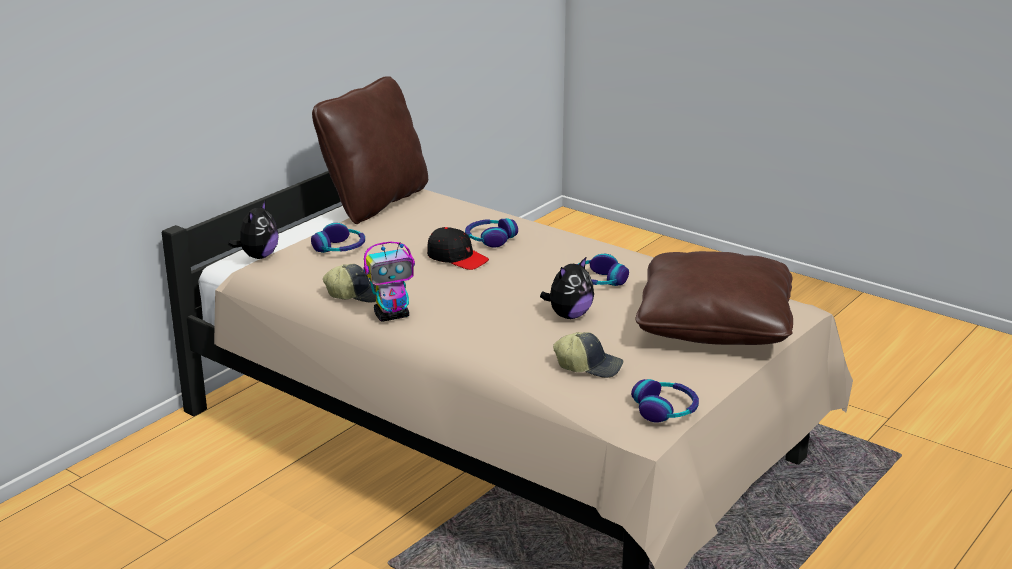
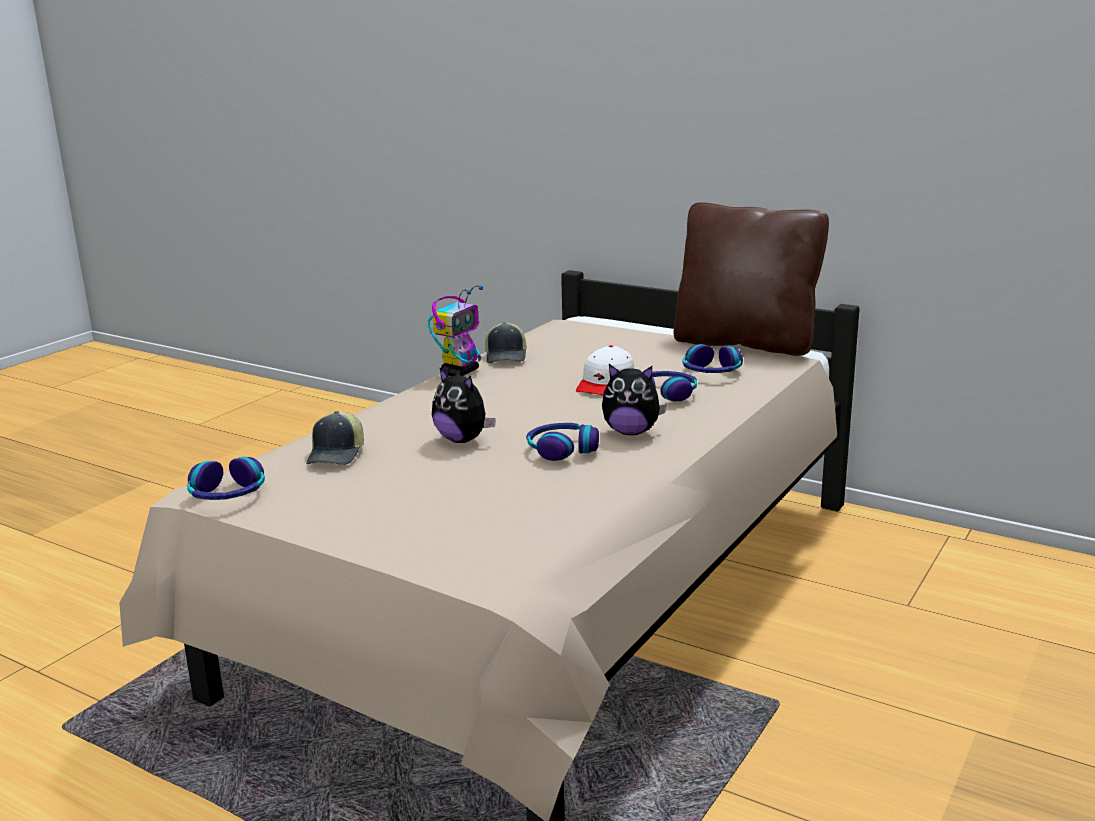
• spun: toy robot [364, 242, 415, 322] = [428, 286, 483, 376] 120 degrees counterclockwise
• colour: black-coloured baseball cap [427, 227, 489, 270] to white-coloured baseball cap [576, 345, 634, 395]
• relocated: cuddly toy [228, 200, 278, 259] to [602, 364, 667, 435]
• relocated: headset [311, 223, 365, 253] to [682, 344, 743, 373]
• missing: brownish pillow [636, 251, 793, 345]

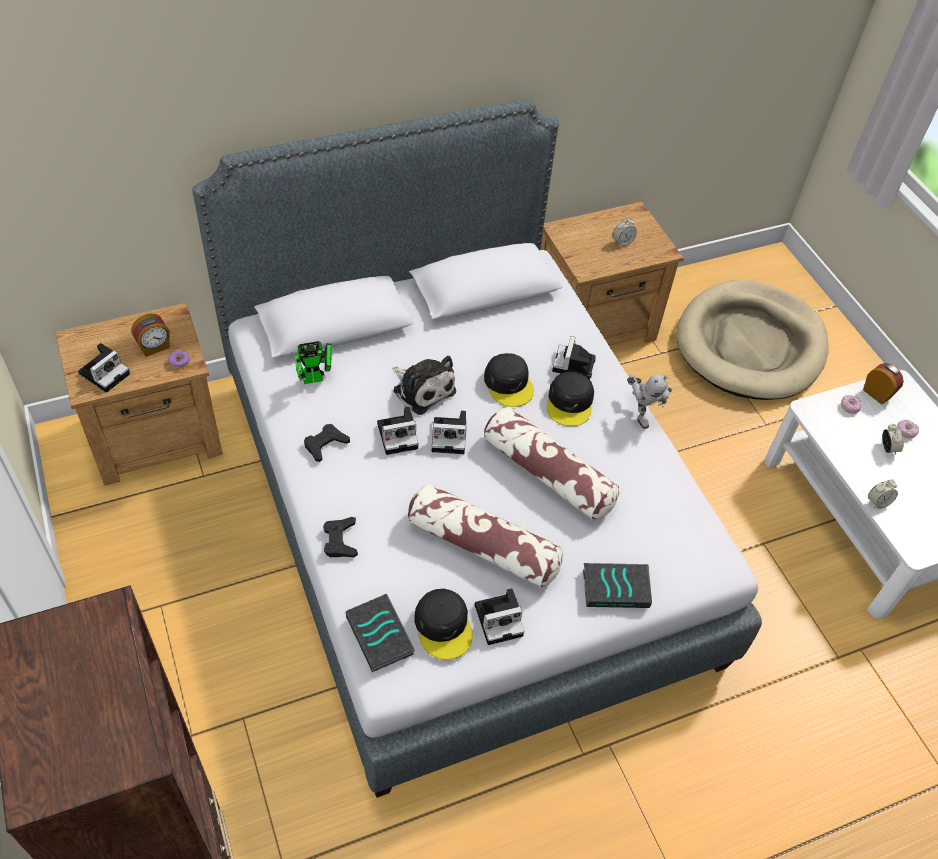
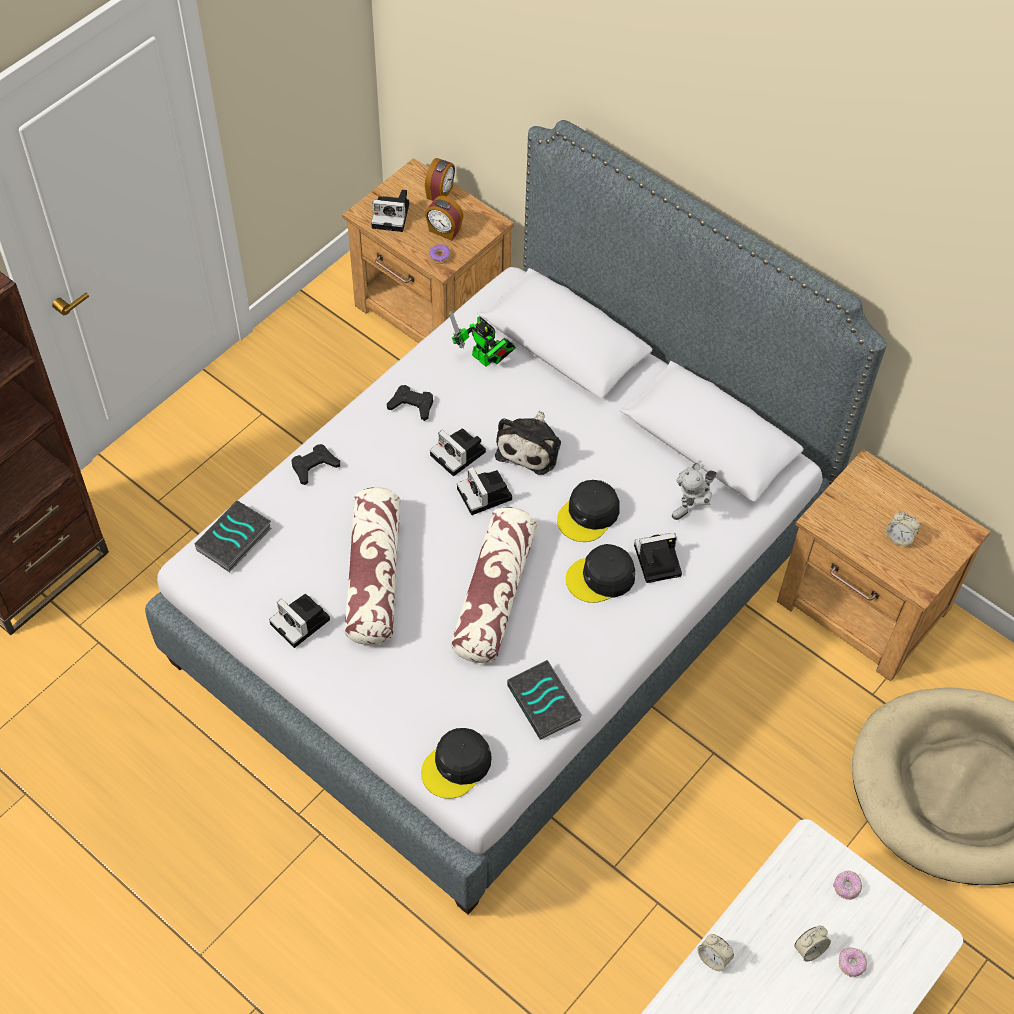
• relocated: black-coloured baseball cap [414, 589, 473, 660] to [421, 728, 492, 799]
• relocated: alarm clock [863, 363, 904, 405] to [425, 158, 455, 201]
• relocated: volume [583, 563, 652, 608] to [507, 660, 582, 740]
• relocated: toy robot [627, 374, 672, 429] to [672, 460, 717, 520]

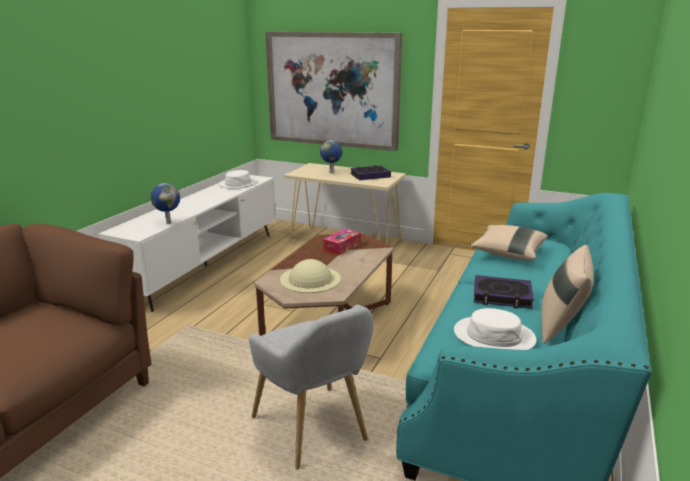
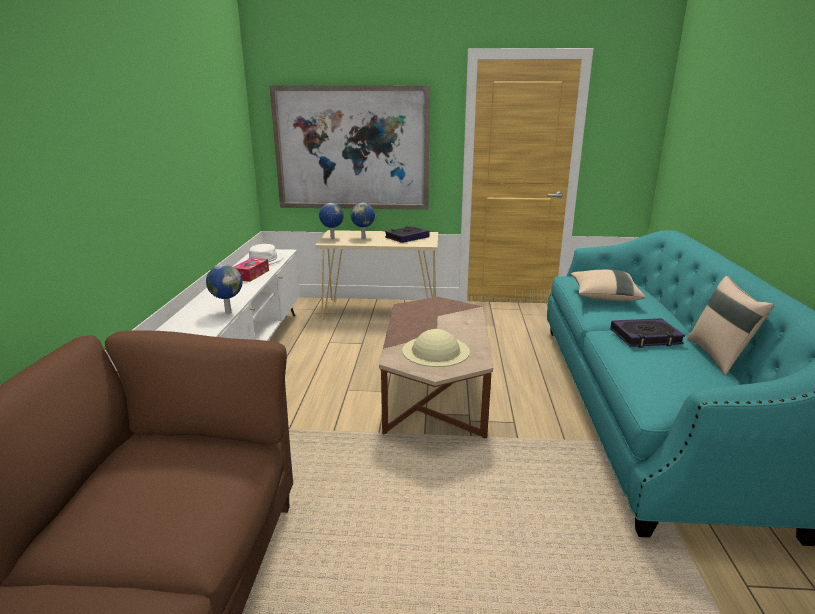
• relocated: box of tissues [323, 229, 361, 256] to [234, 258, 269, 282]
• appeared: desk globe [319, 203, 344, 239]
• missing: grey armchair [249, 305, 374, 470]
• missing: white-coloured clothing hat [454, 308, 537, 350]

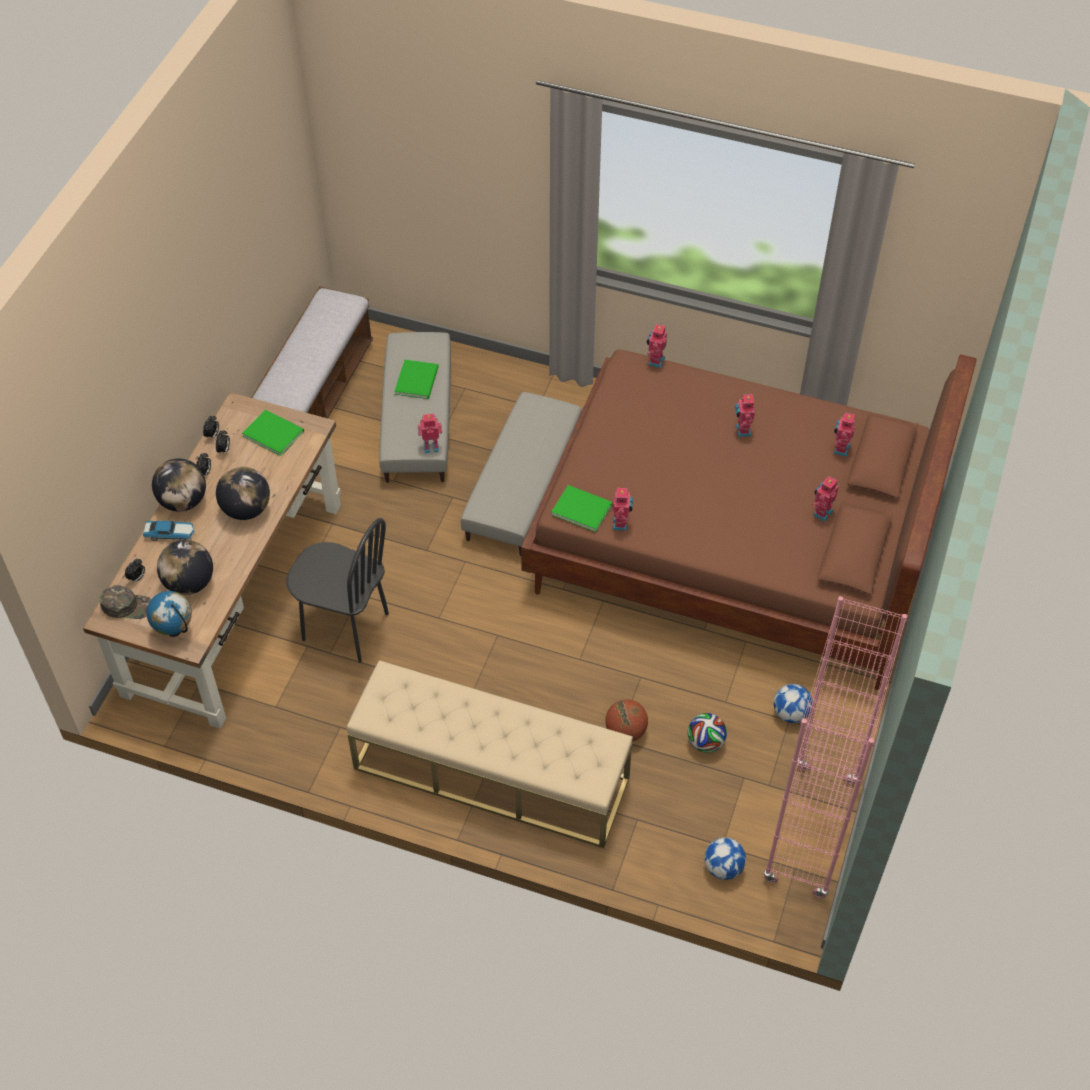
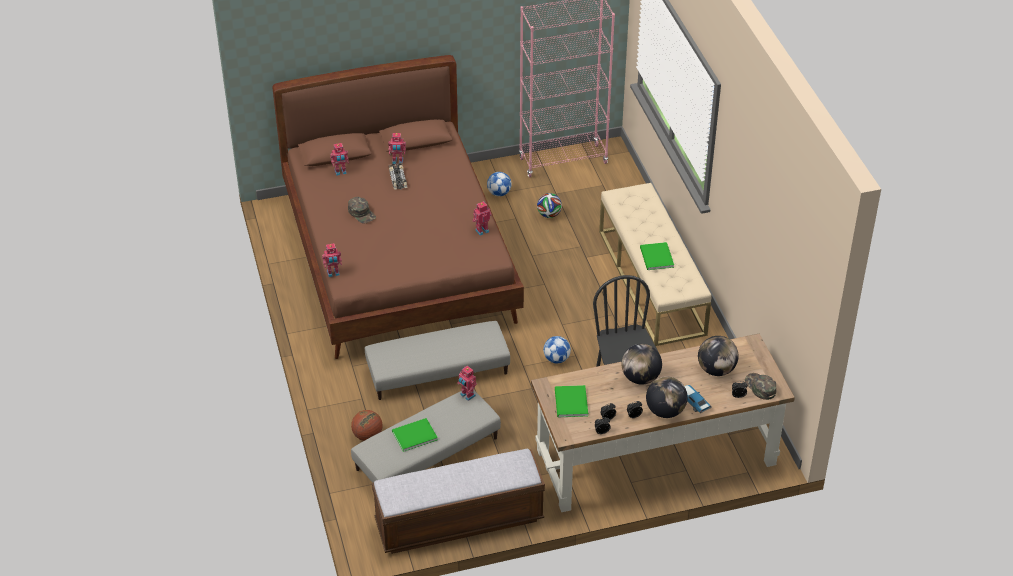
• exchanged: toy robot [735, 392, 755, 437] to green baseball cap [348, 197, 376, 224]
• relocated: basketball ball [605, 699, 648, 742] to [351, 410, 383, 441]
• appeared: toy car [389, 163, 407, 190]
• relocated: football ball [704, 838, 746, 880] to [543, 336, 571, 363]
• relocated: green volume [551, 485, 613, 532] to [640, 242, 674, 270]
• missing: desk globe [147, 591, 192, 637]

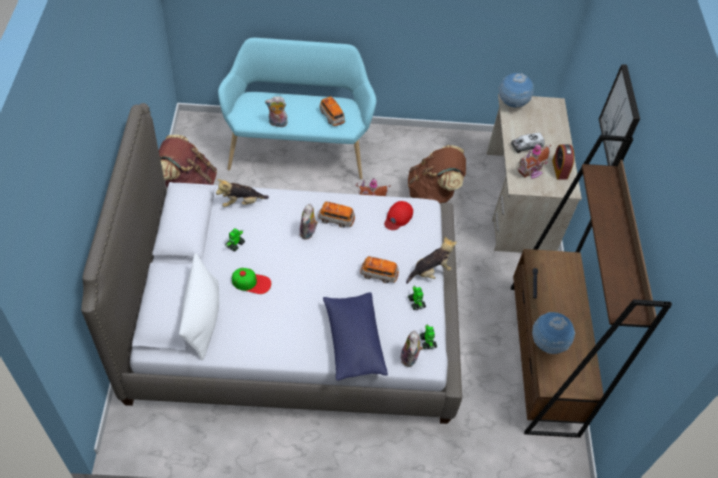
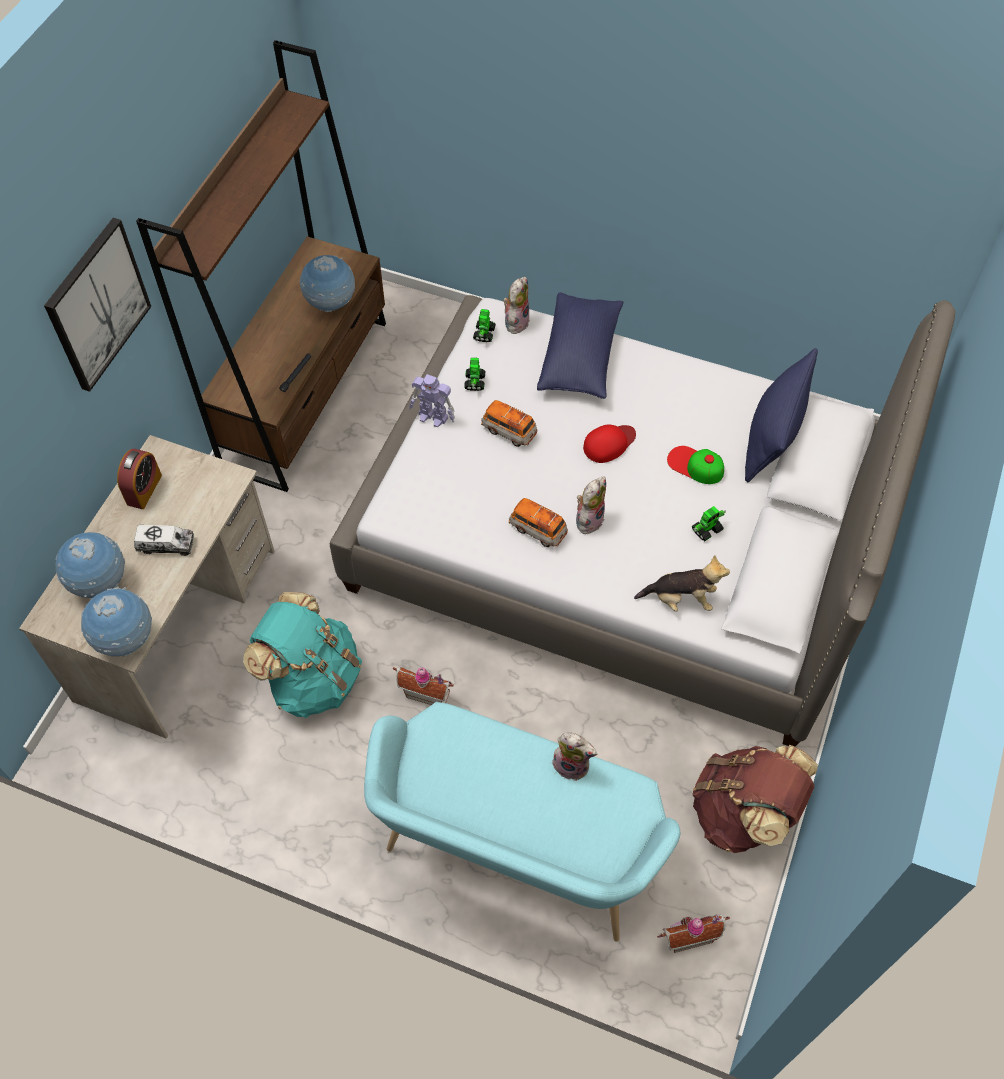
• appeared: desk globe [56, 532, 125, 598]
• colour: brownish rucksack [408, 145, 466, 203] to turquoise-coloured rucksack [243, 592, 362, 718]
• exchanged: cuddly toy [406, 236, 457, 284] to toy robot [409, 374, 455, 428]
• relocated: reddish baseball cap [384, 201, 413, 230] to [583, 425, 636, 463]
• relocated: model house [518, 144, 551, 179] to [657, 914, 730, 953]
• colour: white-coloured pillow [179, 253, 219, 360] to blue-coloured pillow [745, 348, 818, 483]
• missing: toy car [320, 96, 345, 126]

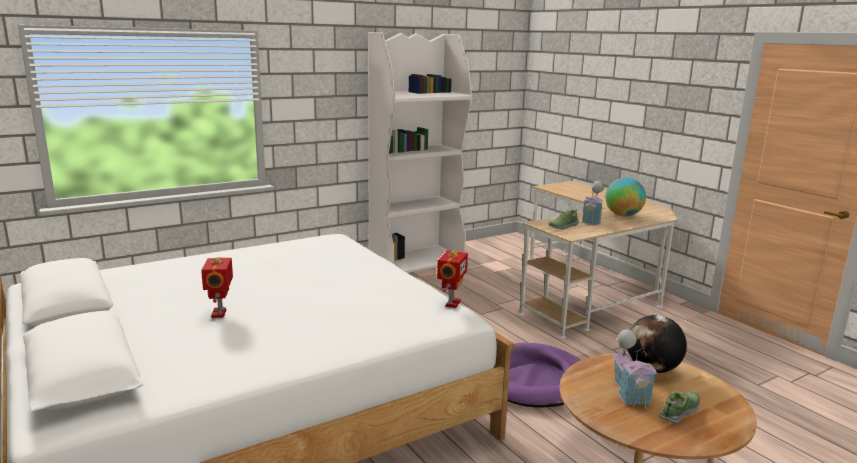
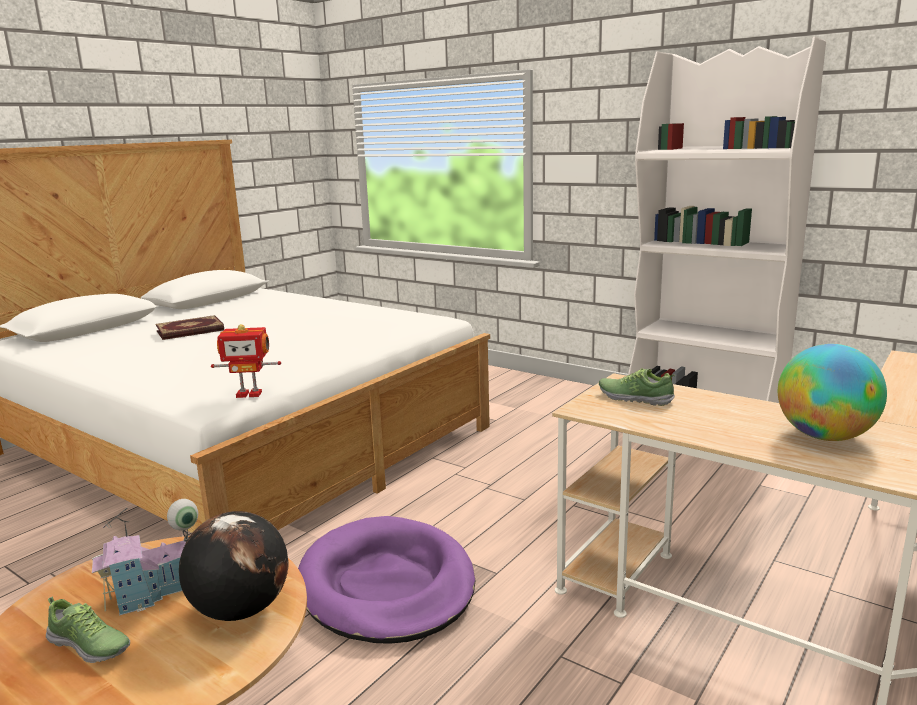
• exchanged: toy robot [201, 257, 233, 318] to volume [156, 315, 224, 340]
• missing: model house [582, 181, 604, 225]

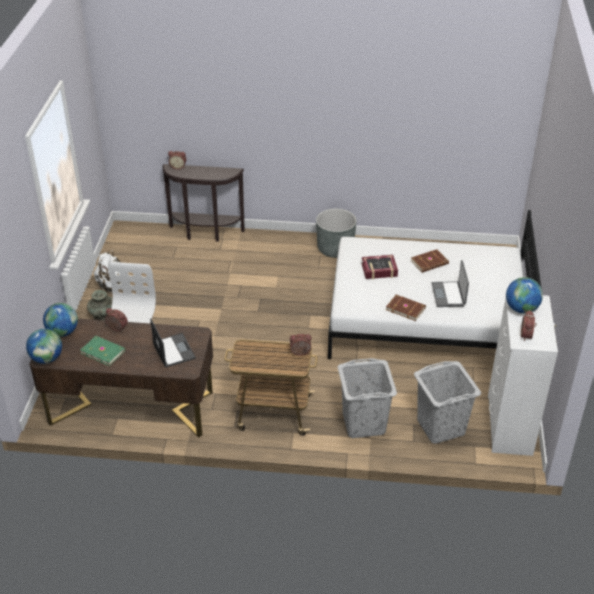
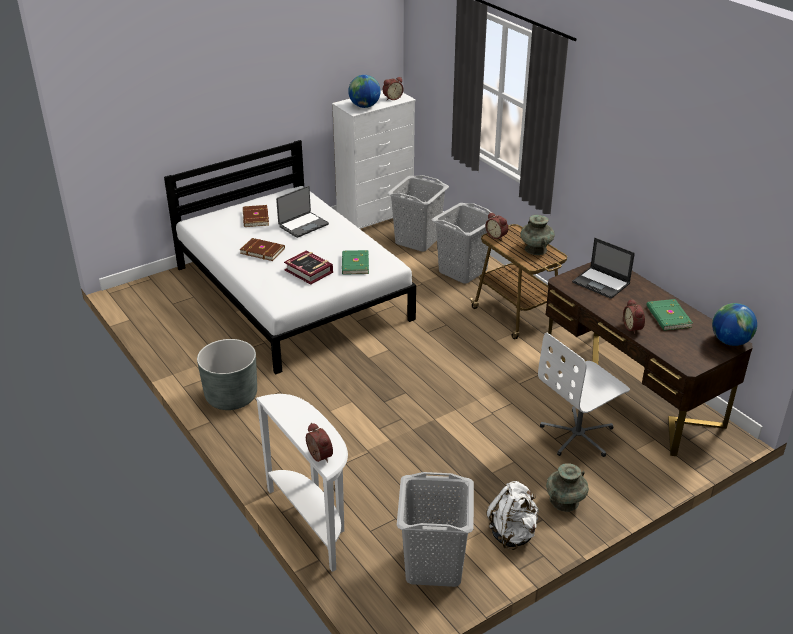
• relocated: brownish volume [386, 294, 426, 321] to [243, 205, 269, 227]
• colour: brownish hall table [162, 164, 245, 242] to white-coloured hall table [256, 394, 348, 572]
• appeared: green volume [342, 250, 369, 275]
• appeared: grey laundry basket [397, 472, 474, 587]
• appeared: turquoise-coloured decorative vase [521, 215, 555, 255]
• spun: laptop [150, 318, 196, 368] = [572, 238, 635, 299] 75 degrees counterclockwise
• missing: desk globe [43, 303, 78, 337]

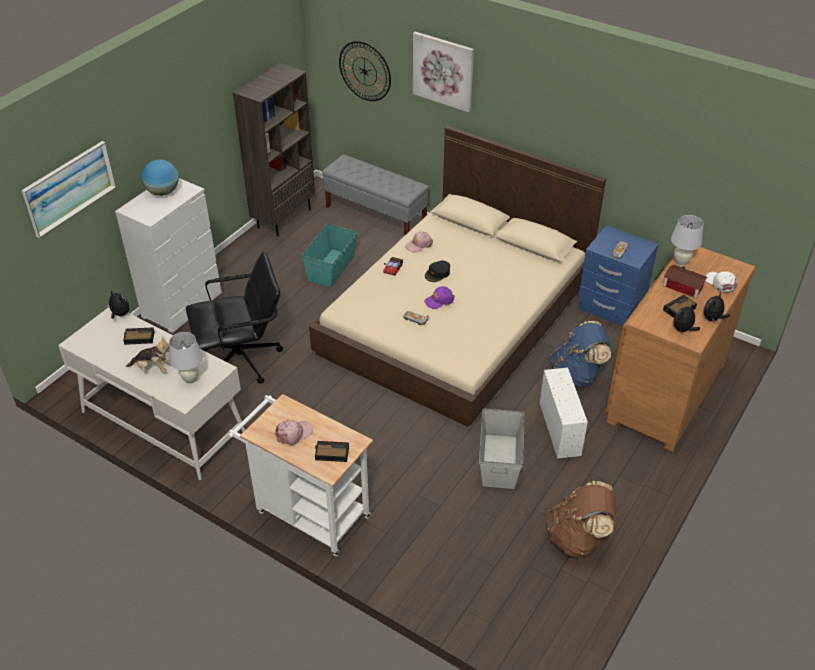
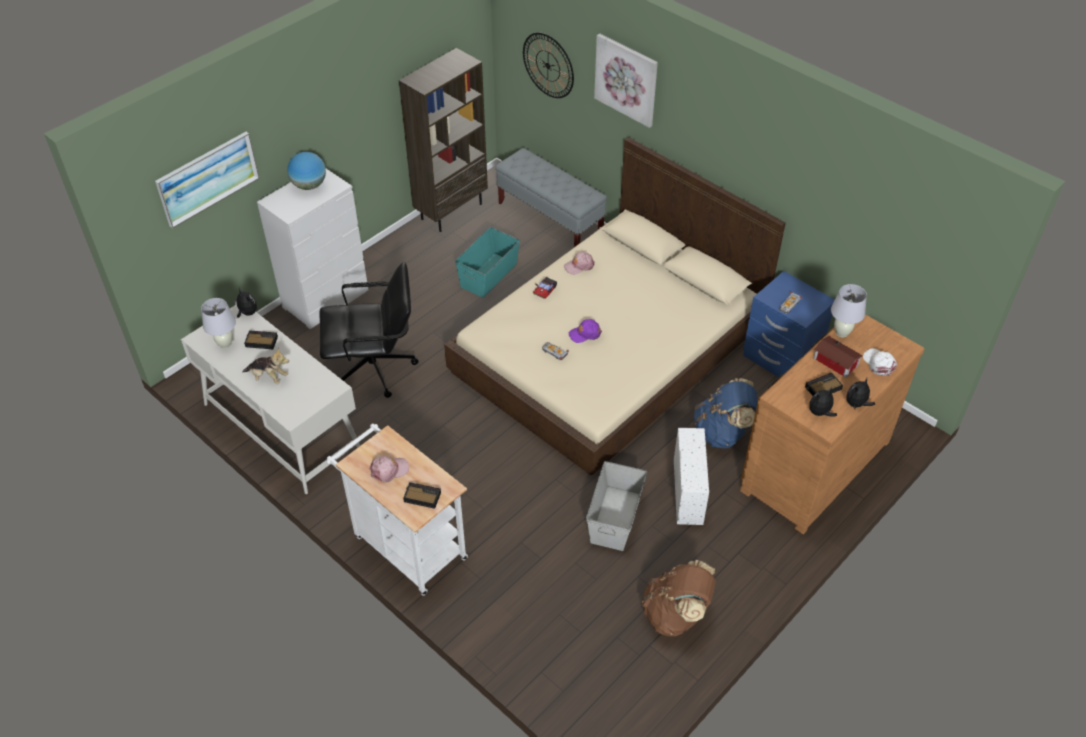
• relocated: white-coloured table lamp [169, 332, 203, 384] to [201, 298, 236, 348]
• missing: black-coloured baseball cap [425, 260, 450, 282]

